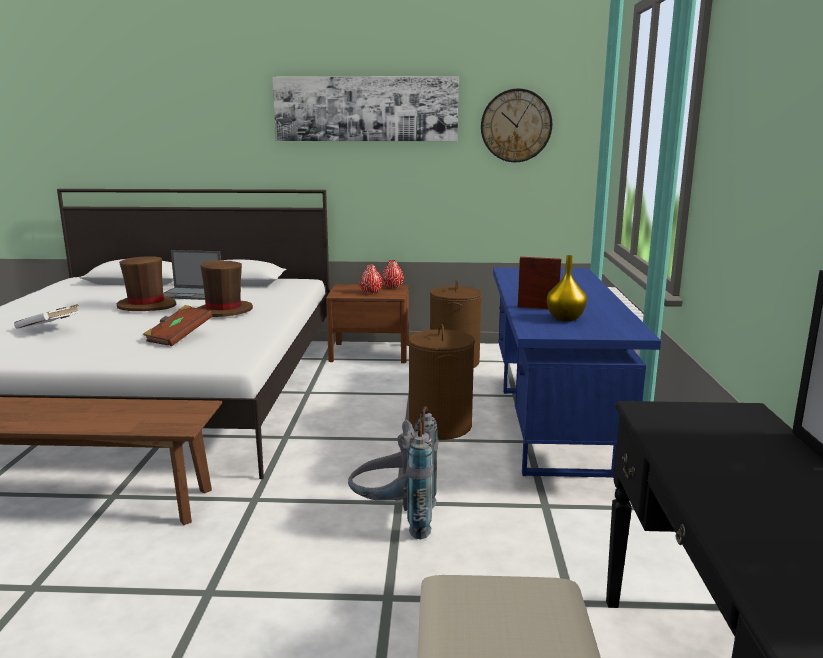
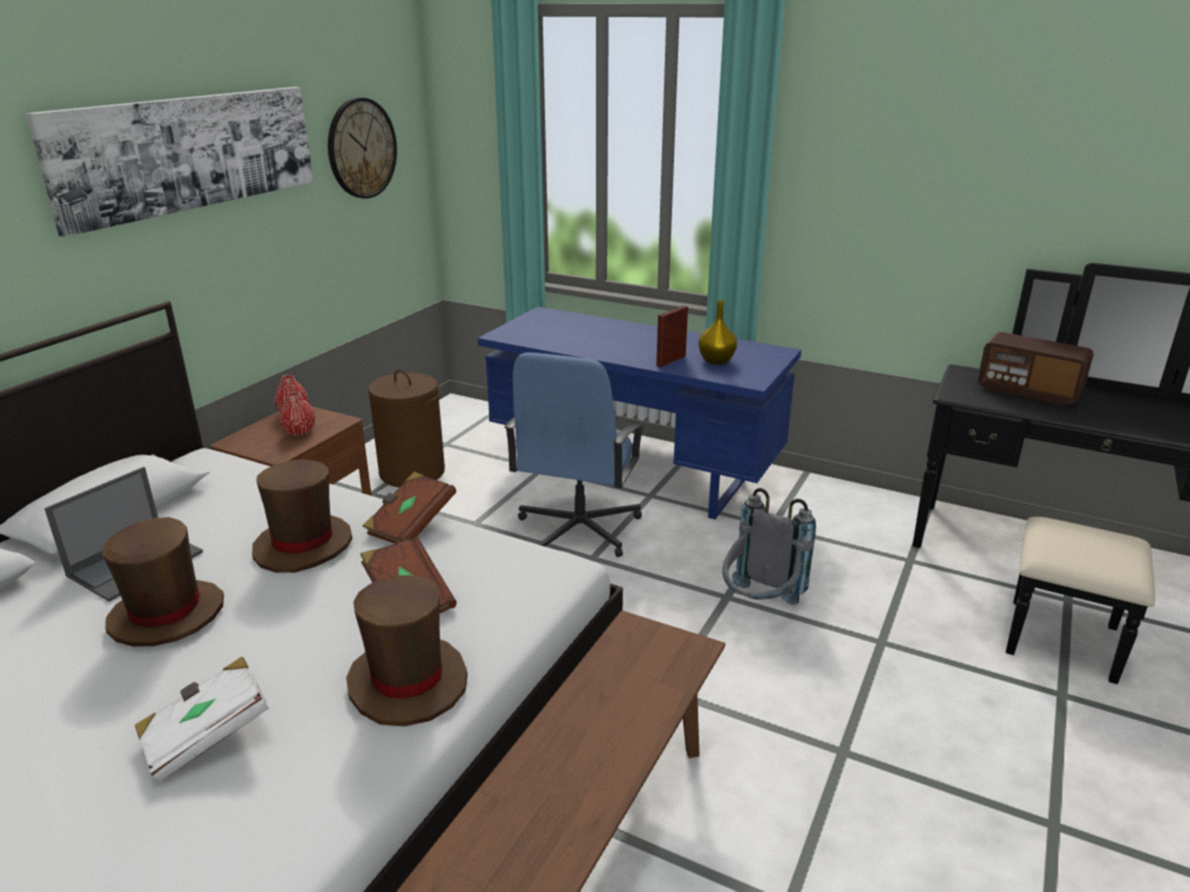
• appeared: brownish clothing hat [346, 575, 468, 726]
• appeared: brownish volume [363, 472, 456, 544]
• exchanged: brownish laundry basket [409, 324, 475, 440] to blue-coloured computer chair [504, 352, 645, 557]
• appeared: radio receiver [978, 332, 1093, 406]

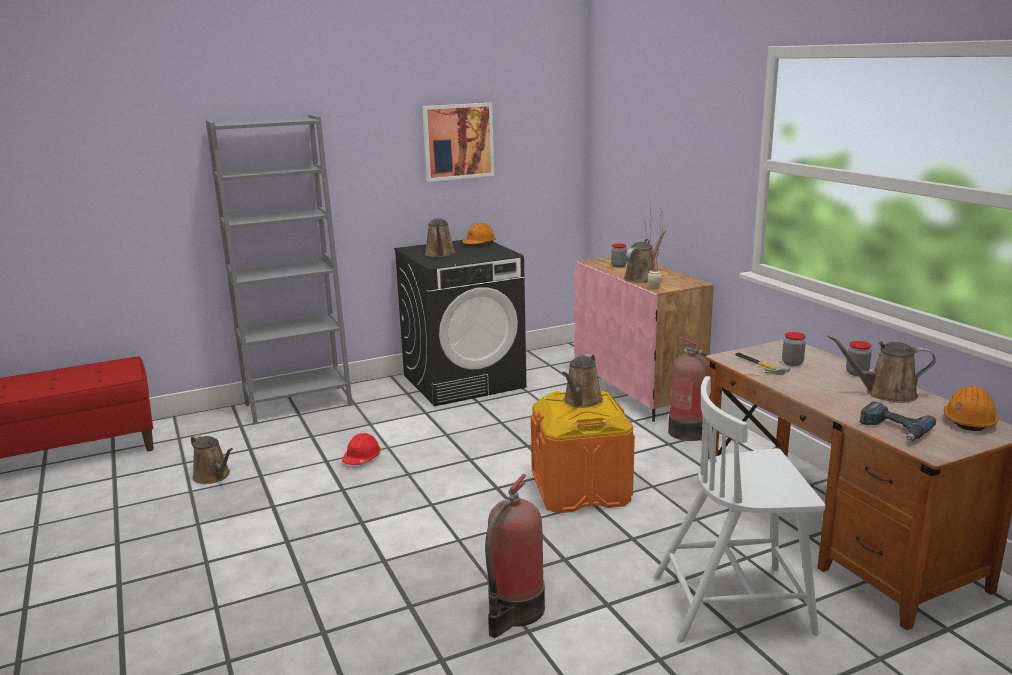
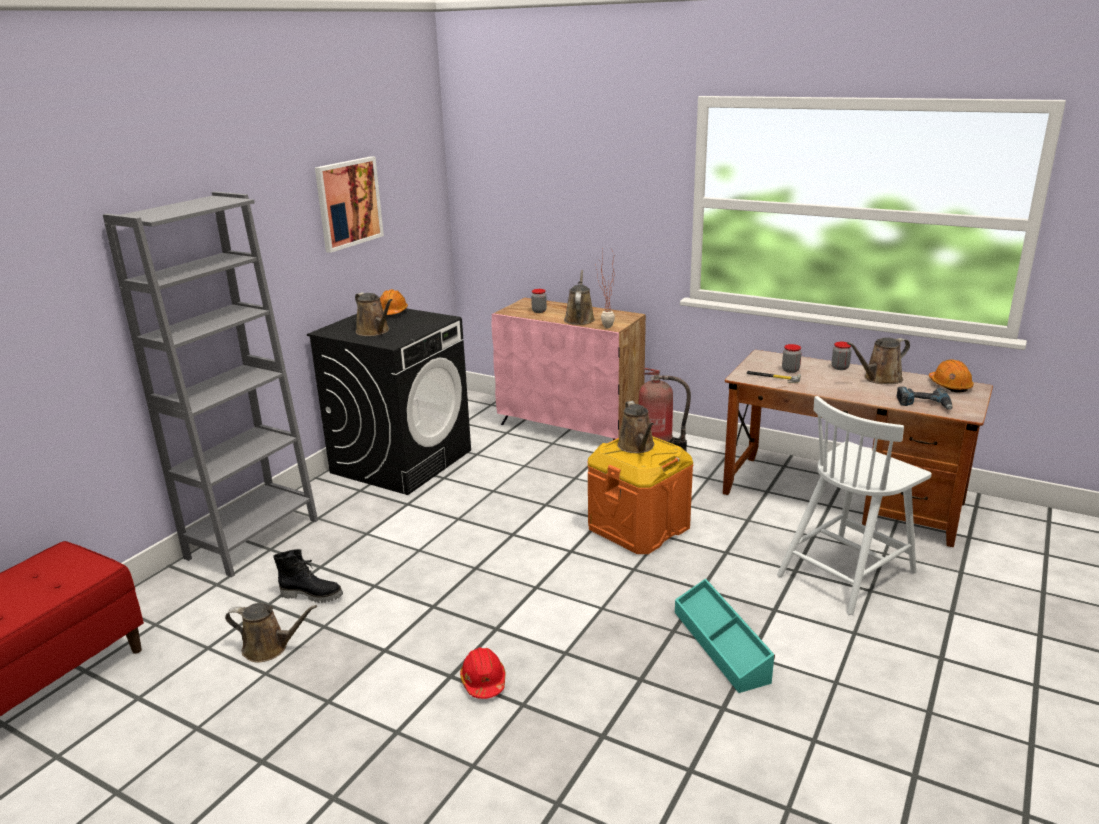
• appeared: black-coloured high-top boot [273, 549, 343, 603]
• relocated: reddish hard hat [342, 433, 381, 465] to [460, 647, 506, 699]
• exchanged: extinguisher [485, 474, 545, 638] to turquoise-coloured storage container [675, 579, 775, 693]

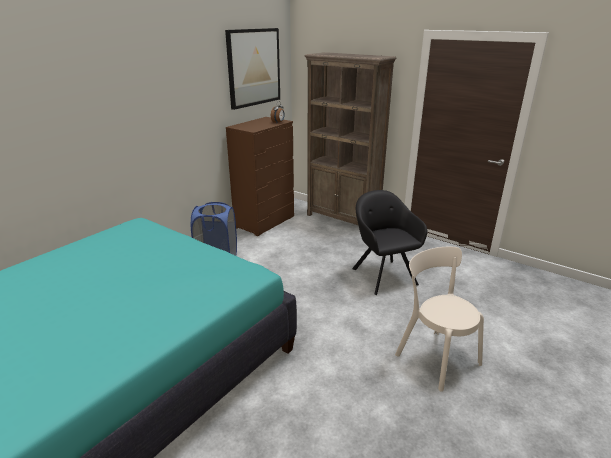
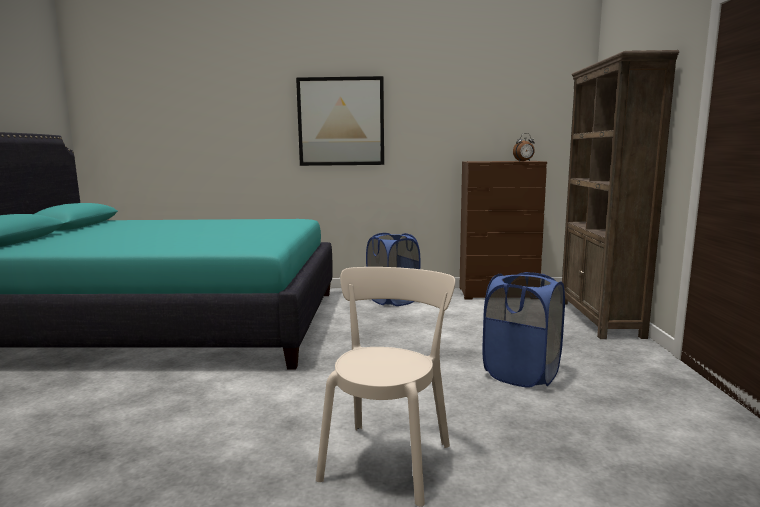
• relocated: wall picture [225, 28, 280, 110] to [296, 76, 384, 166]
• exchanged: black-coloured armchair [352, 190, 427, 295] to blue-coloured laundry basket [482, 272, 565, 388]

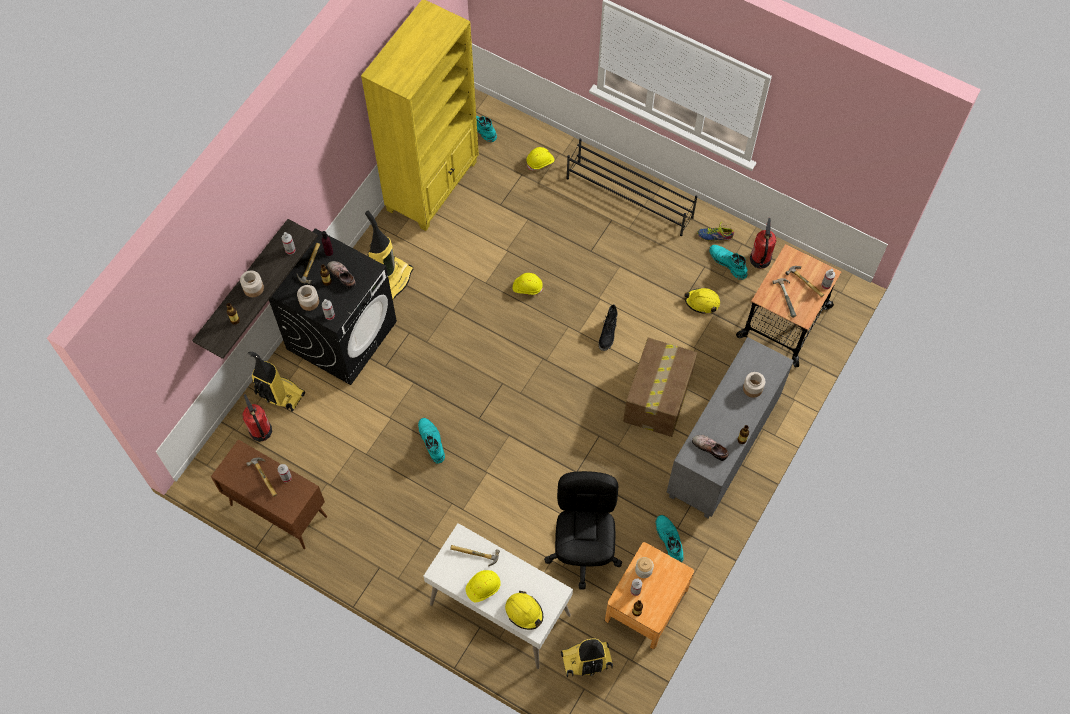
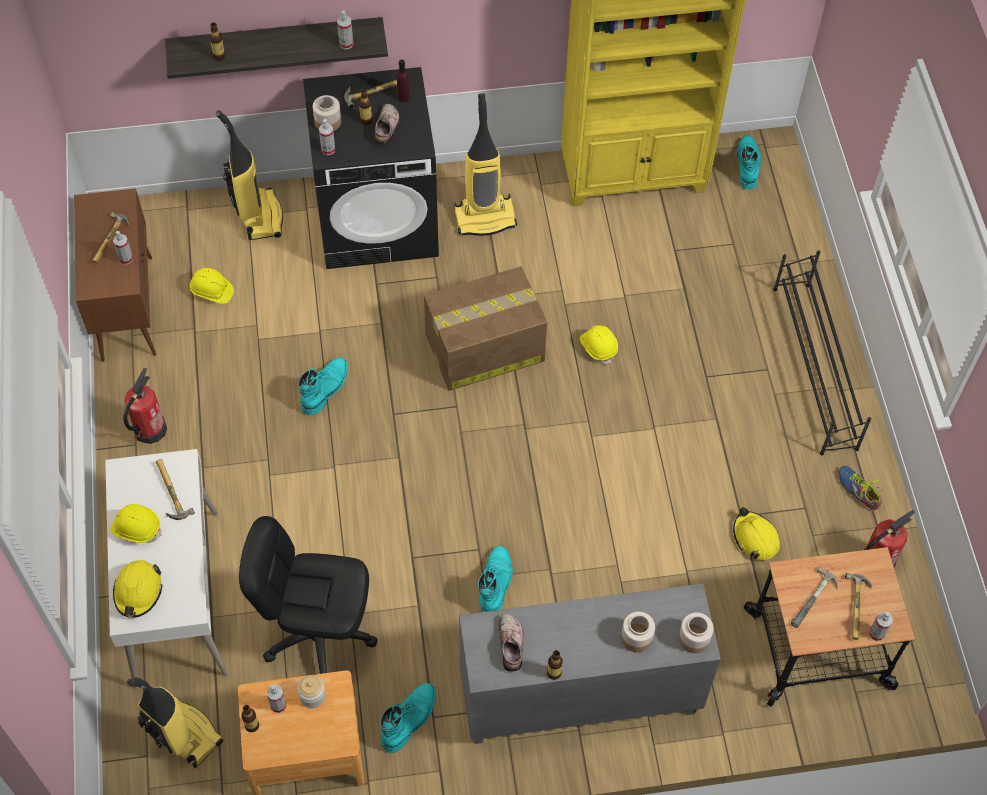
• relocated: extinguisher [243, 394, 272, 442] to [123, 368, 167, 444]
• relocated: yellow-coloured hard hat [526, 147, 555, 171] to [190, 268, 234, 304]
• spun: black-coloured computer chair [544, 471, 622, 590] = [239, 516, 378, 674] 135 degrees counterclockwise
• relocated: cardboard box [623, 337, 697, 437] to [424, 266, 547, 391]
• relocated: turquoise-coloured high-top boot [709, 245, 747, 280] to [478, 546, 513, 612]
• relocated: preserve jar [240, 270, 264, 297] to [678, 612, 714, 653]
• missing: black-coloured high-top boot [599, 304, 618, 351]

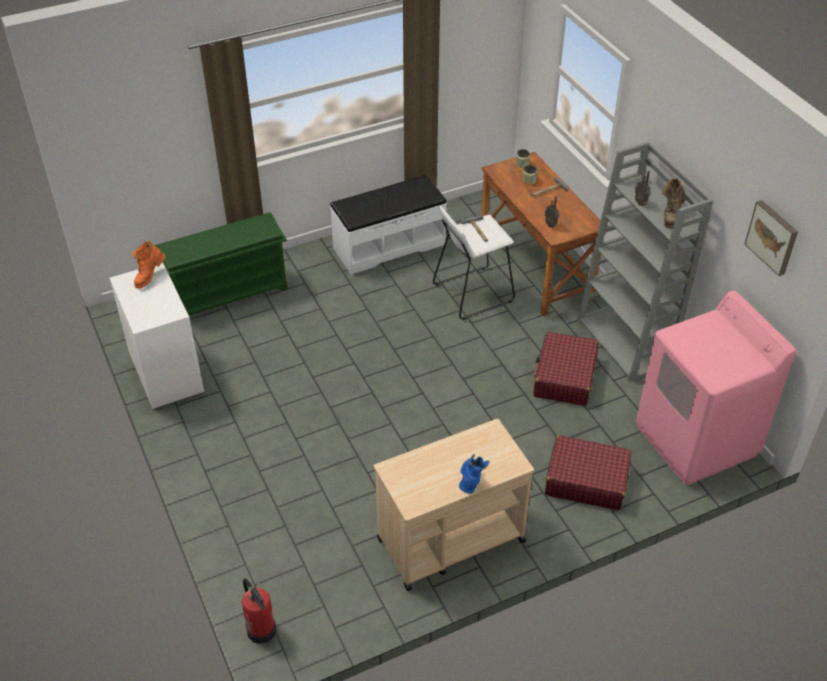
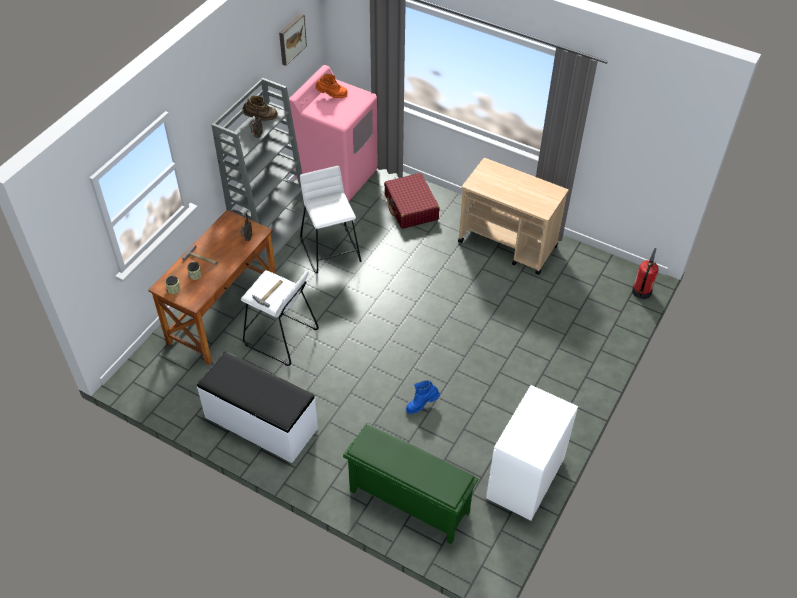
• exchanged: reddish piece of luggage [533, 332, 599, 406] to white-coloured stool seat [300, 166, 361, 274]
• relocated: orange-coloured high-top boot [132, 241, 165, 289] to [315, 74, 348, 98]
• relocated: blue-coloured high-top boot [459, 454, 489, 494] to [406, 380, 440, 414]

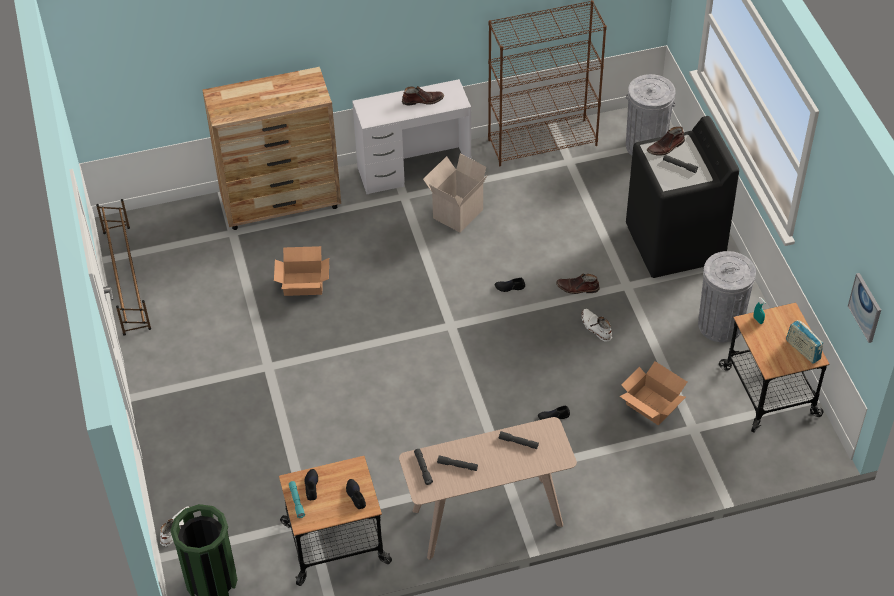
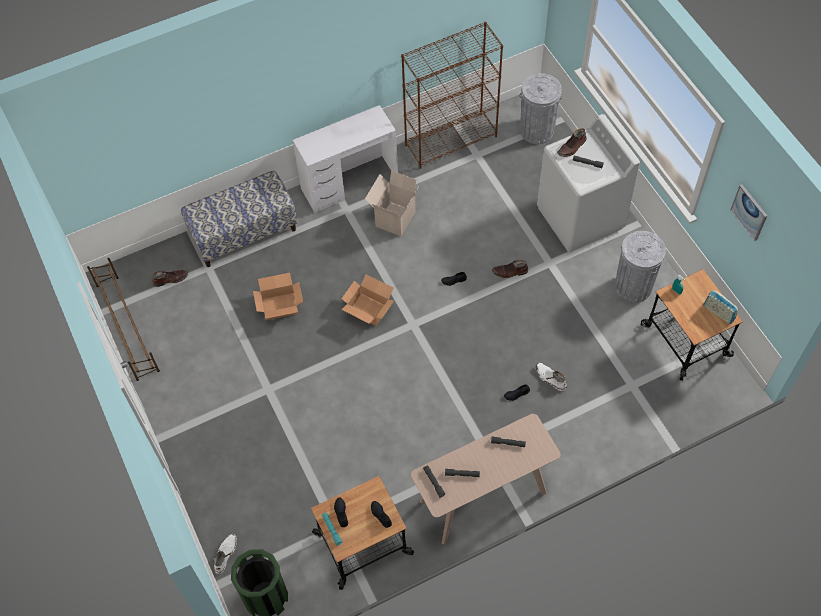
• relocated: brownish high-top boot [402, 86, 444, 105] to [153, 270, 188, 287]
• exchanged: brownish dresser [202, 67, 341, 230] to bench [181, 170, 298, 267]
• relocated: cardboard box [619, 361, 687, 425] to [341, 274, 394, 326]
• relocated: white-coloured high-top boot [581, 309, 612, 342] to [536, 363, 567, 391]
• colour: black-coloured washing machine [626, 116, 739, 278] to white-coloured washing machine [537, 114, 640, 252]
• relocated: wall picture [848, 273, 881, 343] to [730, 184, 767, 241]

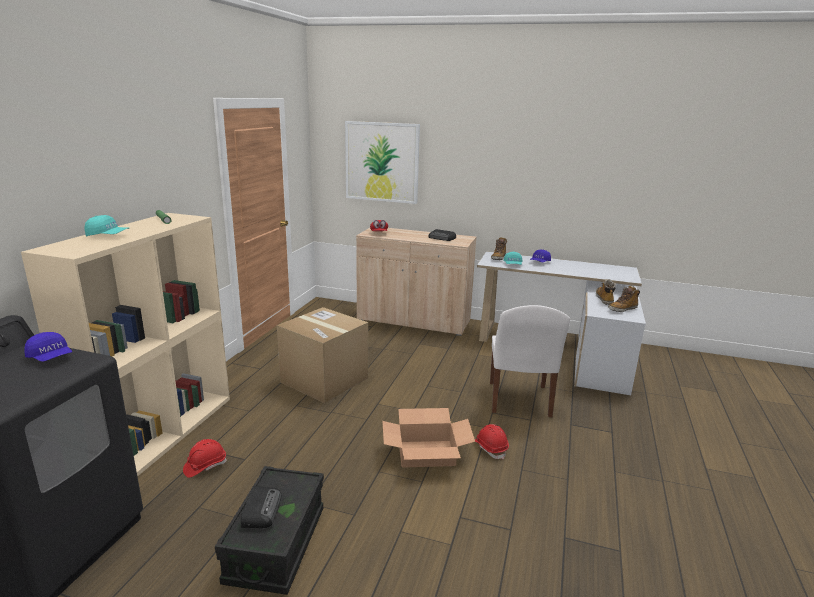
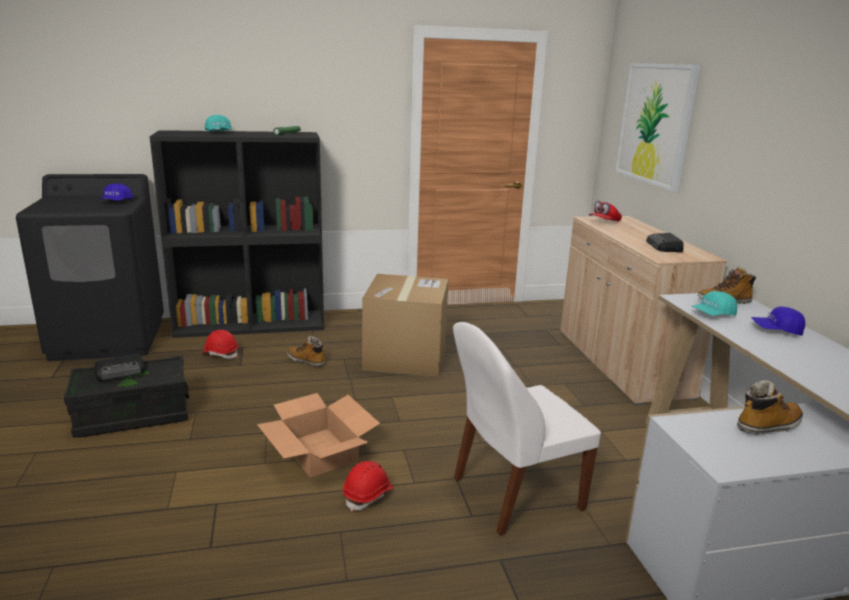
• colour: beige bookshelf [21, 213, 230, 477] to black-coloured bookshelf [150, 130, 324, 338]
• relocated: high-top boot [608, 285, 640, 312] to [287, 336, 325, 367]

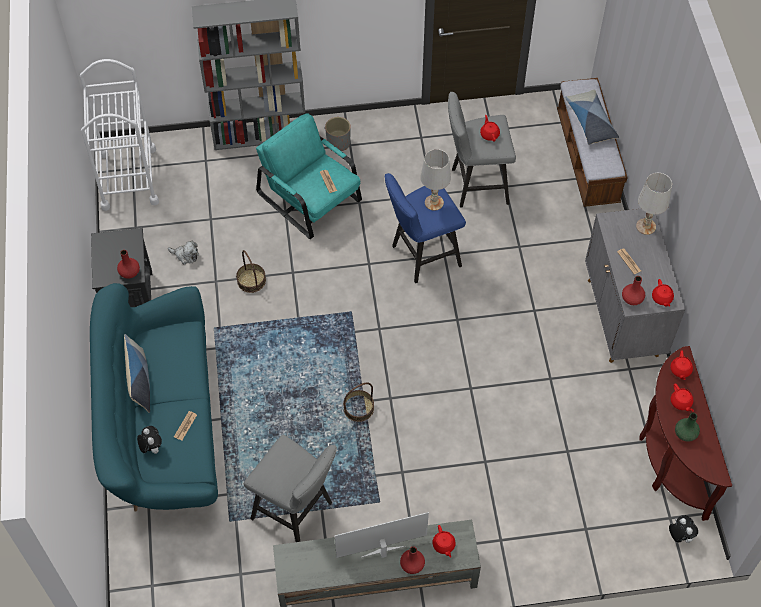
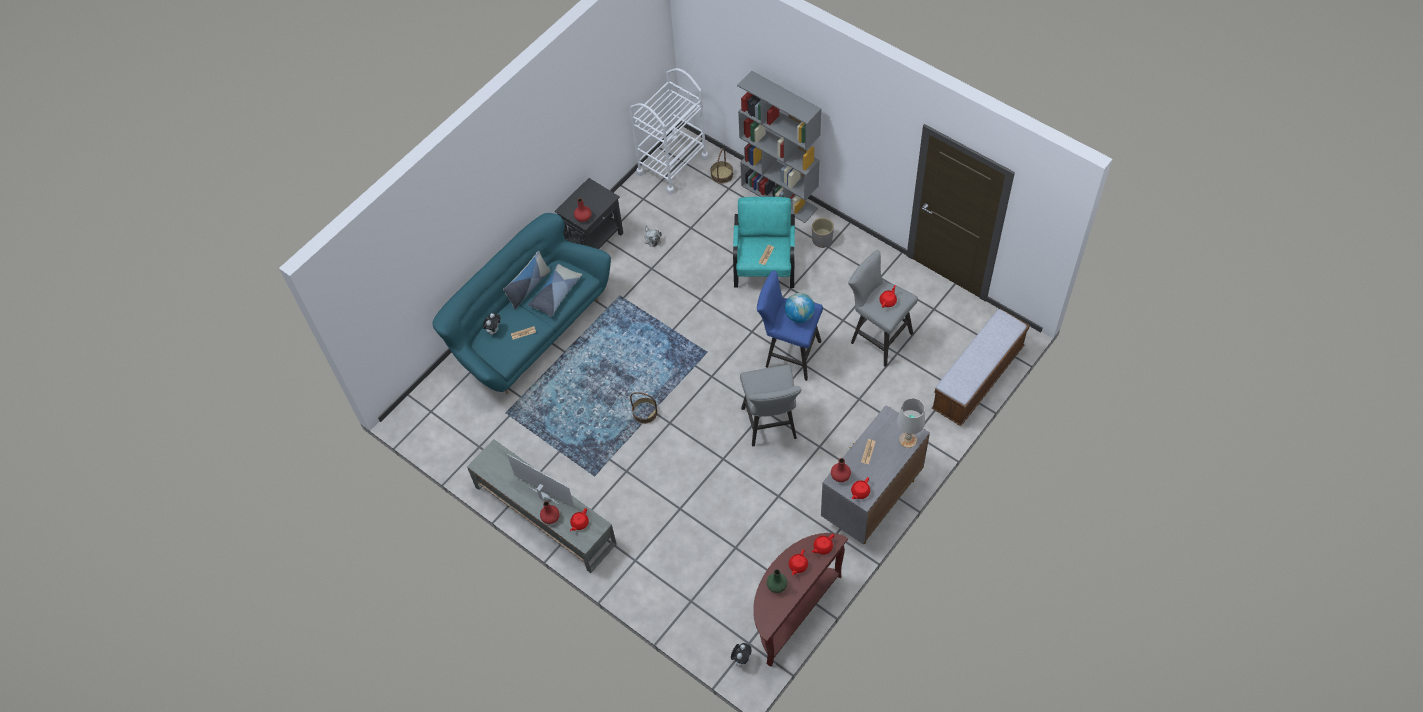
• relocated: pillow [565, 89, 619, 145] to [528, 264, 582, 317]
• relocated: household basket [236, 250, 266, 293] to [710, 148, 733, 184]
• relocated: grey stool seat [244, 435, 337, 542] to [740, 365, 802, 446]
• exchanged: white-coloured table lamp [421, 149, 451, 211] to desk globe [785, 293, 815, 323]

